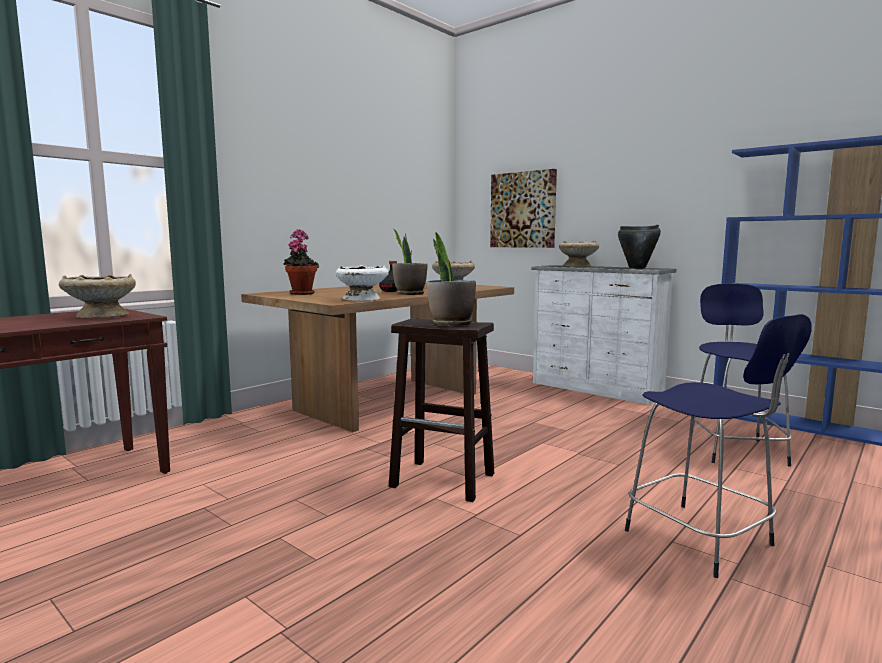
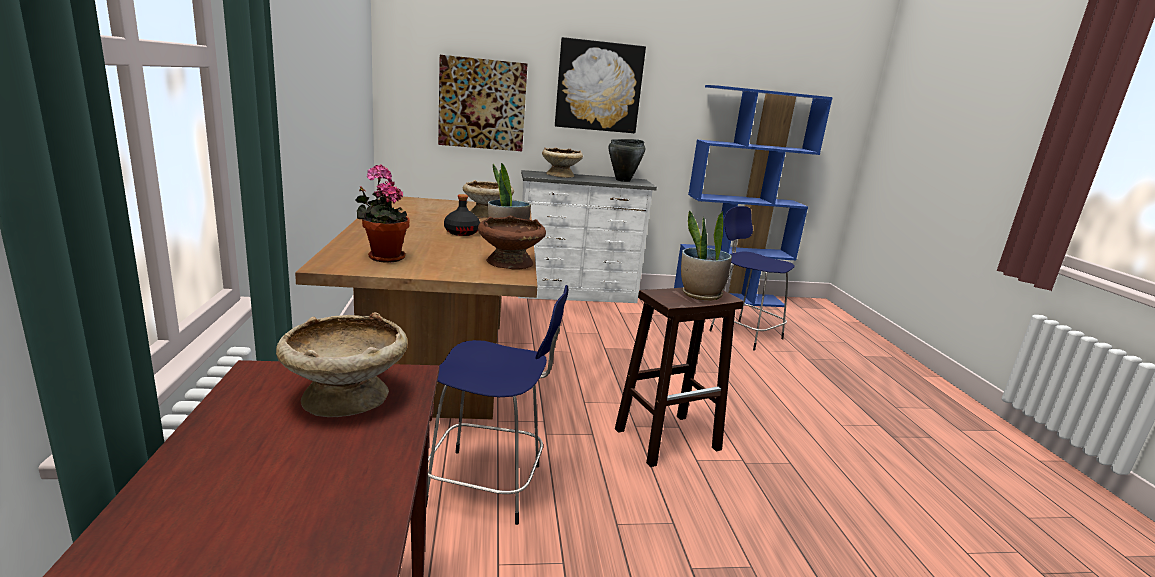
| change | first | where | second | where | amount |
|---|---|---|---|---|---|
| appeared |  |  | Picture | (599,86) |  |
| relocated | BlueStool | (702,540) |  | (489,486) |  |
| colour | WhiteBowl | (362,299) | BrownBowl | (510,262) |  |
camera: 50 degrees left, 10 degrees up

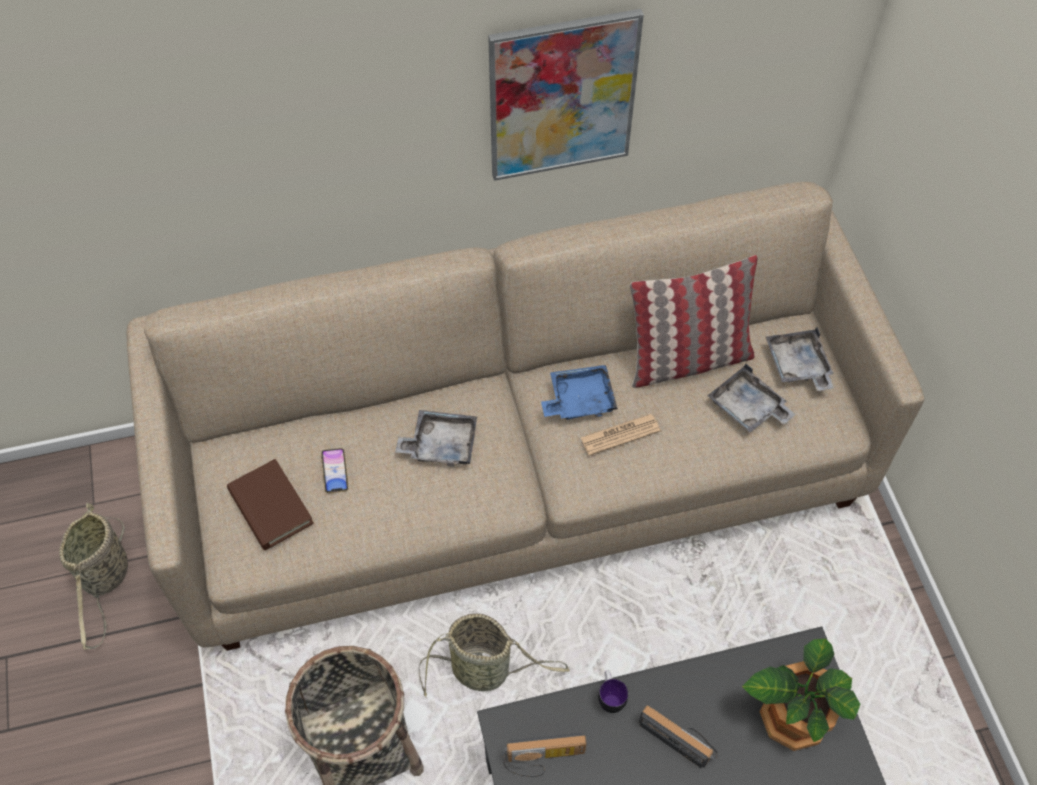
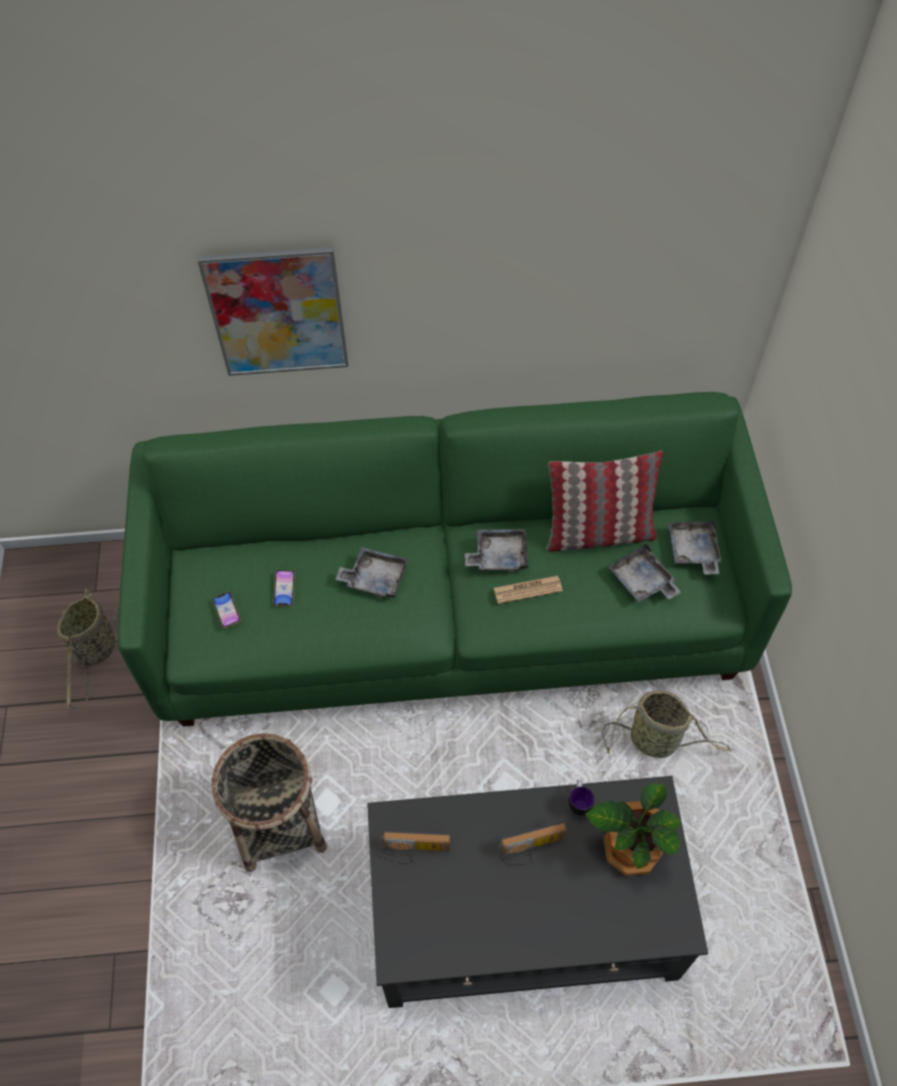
| change | first | where | second | where | amount |
|---|---|---|---|---|---|
| relocated | Basket | (485,670) |  | (657,741) |  |
| relocated | Picture | (562,96) |  | (277,312) |  |
| relocated | Mug | (610,698) |  | (579,803) |  |
| exchanged | BrownBook | (270,507) | Phone | (227,611) |  |
| colour | BeigeSofa | (519,472) | GreenSofa | (450,611) |  |
| colour | BlueTray | (579,400) | GreyTray | (499,556) |  |
| spun | Radio | (679,737) |  | (532,850) | 120 degrees clockwise |
camera: 10 degrees right, 0 degrees up

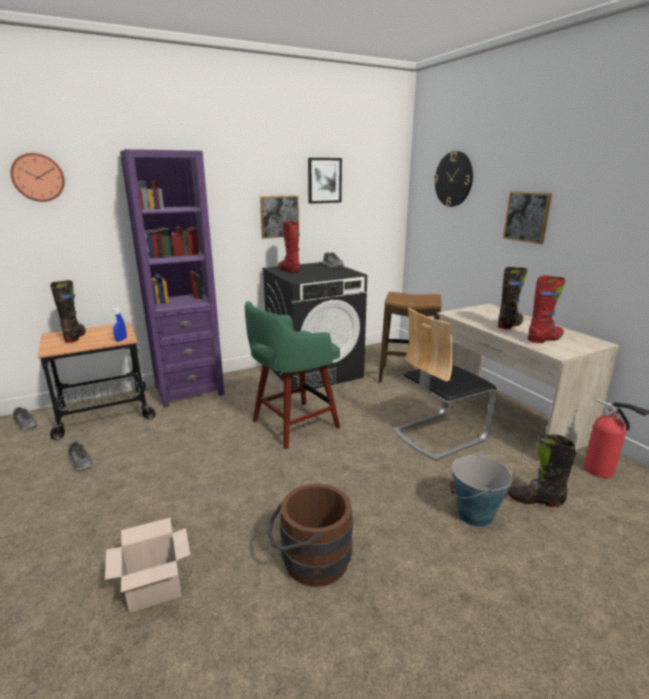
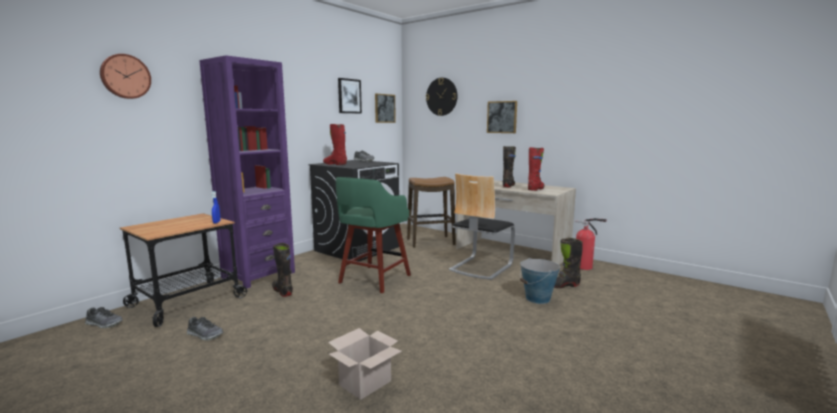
| change | first | where | second | where | amount |
|---|---|---|---|---|---|
| missing | BrownBucket | (309,559) |  |  |  |
| relocated | BlackBoot | (75,337) |  | (282,291) |  |
| relocated | Picture | (279,216) |  | (384,108) |  |
camera: 25 degrees left, 10 degrees down

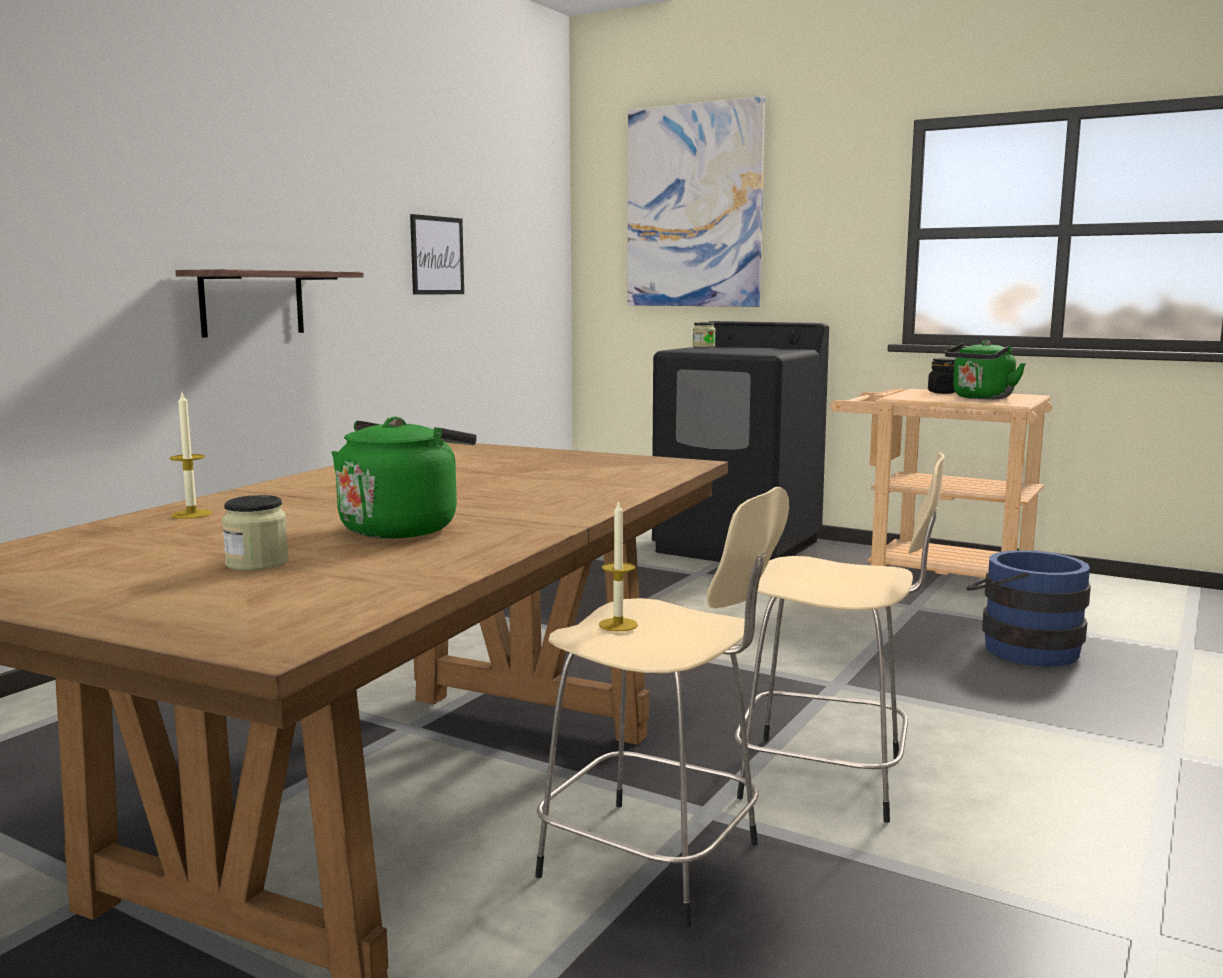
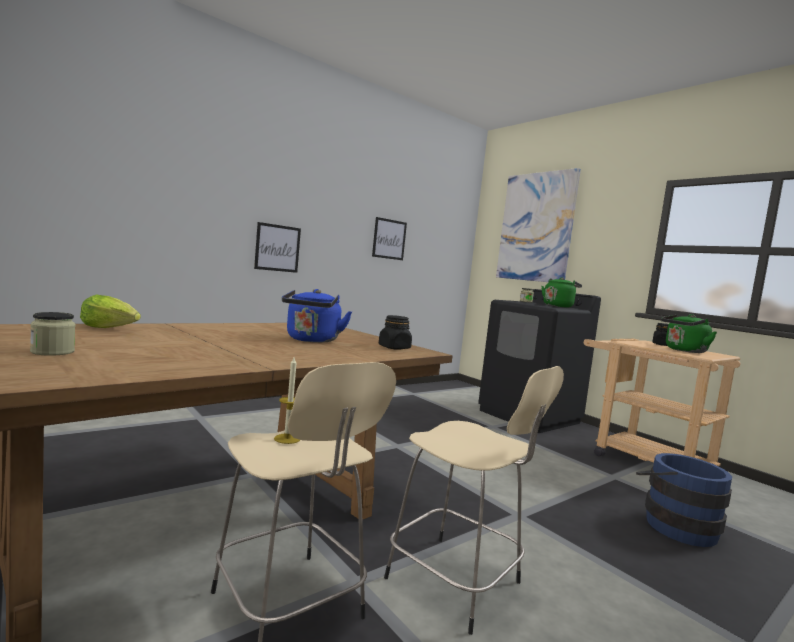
| change | first | where | second | where | amount |
|---|---|---|---|---|---|
| appeared |  |  | BlueKettle | (312,340) |  |
| appeared |  |  | BlackJar | (394,348) |  |
| relocated | GreenKettle | (403,528) |  | (558,306) |  |
| exchanged | Candle | (191,514) | Lettuce | (110,328) |  |
| exchanged | Shelf | (252,303) | Picture | (277,248) |  |
camera: 20 degrees right, 5 degrees down

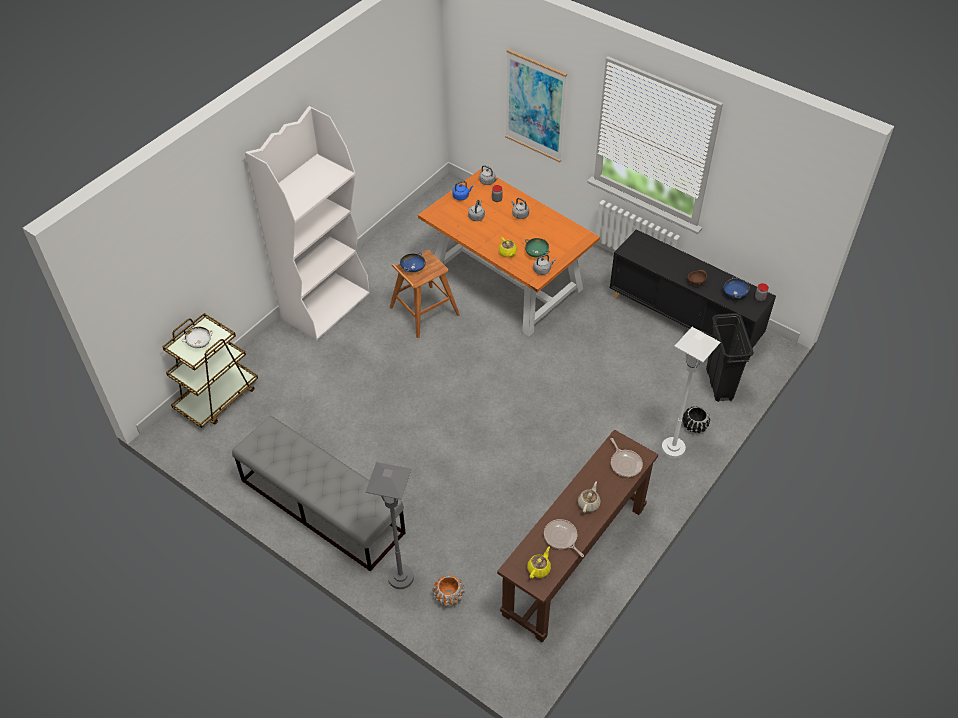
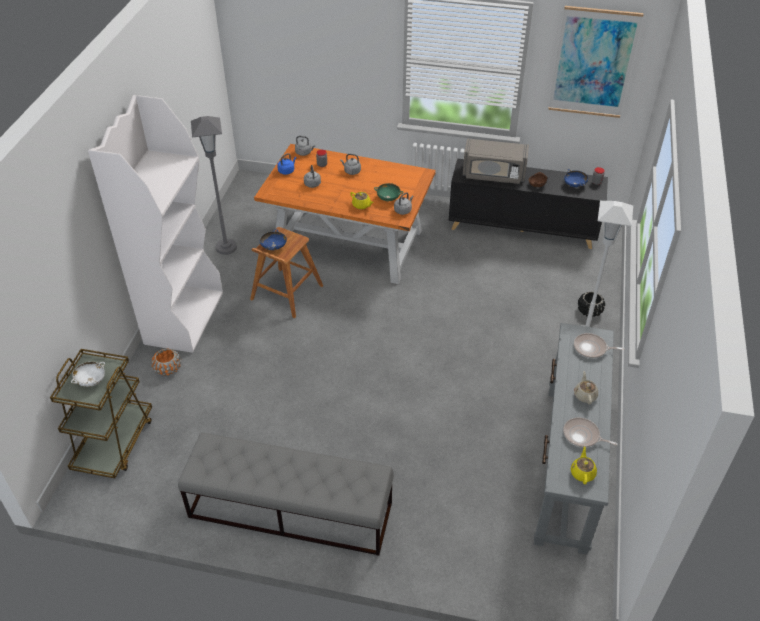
| change | first | where | second | where | amount |
|---|---|---|---|---|---|
| missing | BlackTrashCan | (719,384) |  |  |  |
| appeared |  |  | GreyMicrowave | (493,175) |  |
| relocated | GreyFloorLamp | (400,577) |  | (226,248) |  |
| relocated | OrangePlanter | (448,596) |  | (168,369) |  |
| relocated | Picture | (535,106) |  | (593,63) |  |
| colour | BrownConsoleTable | (574,560) | GreyConsoleTable | (566,465) |  |
| spun | FryingPan | (625,463) |  | (591,348) | 150 degrees clockwise |
camera: 25 degrees left, 5 degrees down

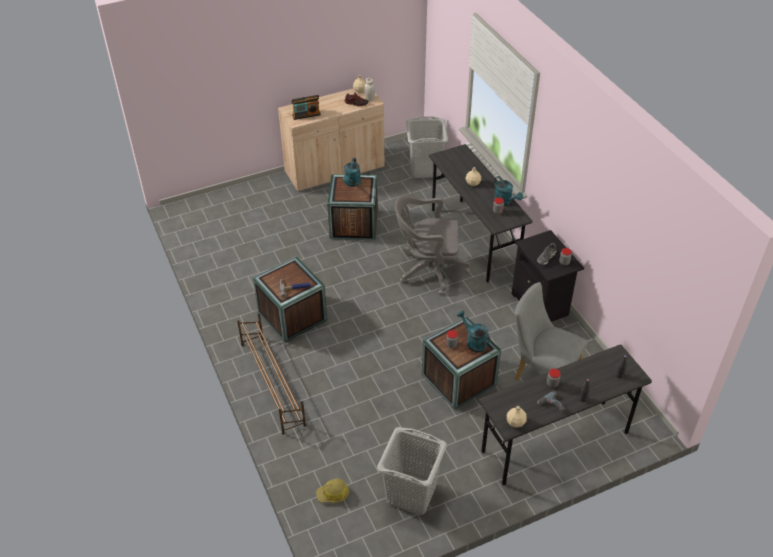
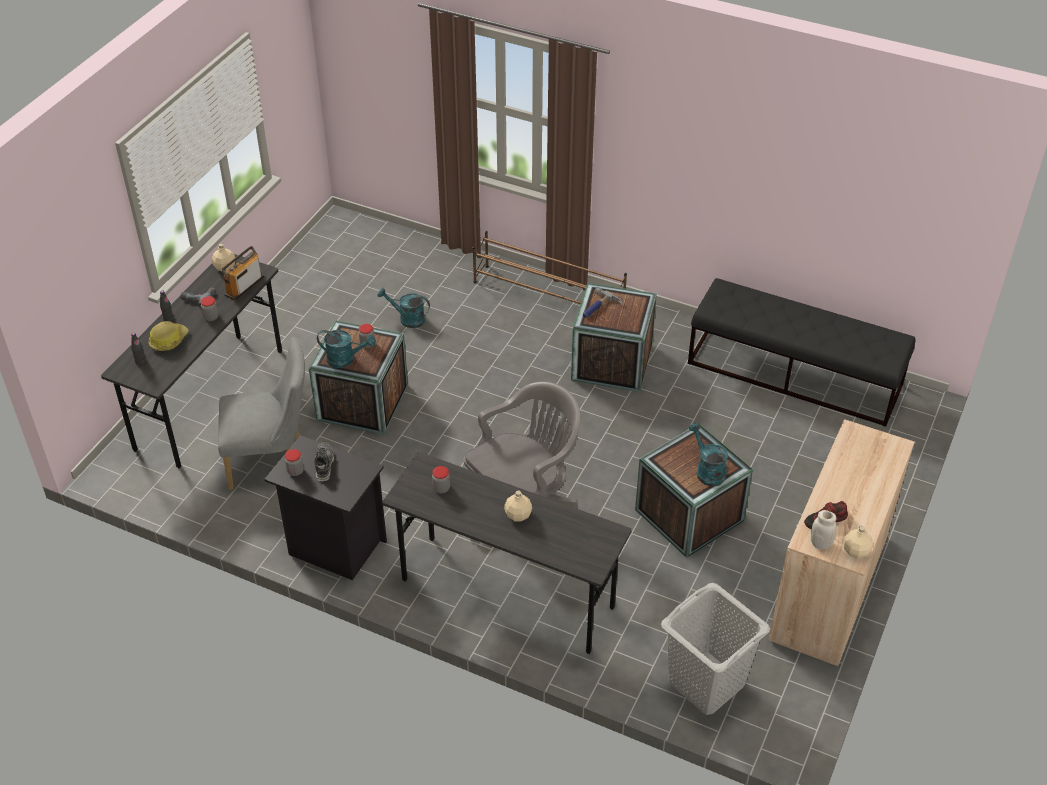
| change | first | where | second | where | amount |
|---|---|---|---|---|---|
| missing | GreyLaundryBasket | (411,493) |  |  |  |
| appeared |  |  | BlackBench | (795,374) |  |
| relocated | Radio | (306,115) |  | (244,286) |  |
| relocated | HardHat | (333,494) |  | (168,340) |  |
| relocated | TurquoiseWateringCan | (505,202) |  | (407,319) |  |
camera: 140 degrees right, 0 degrees up

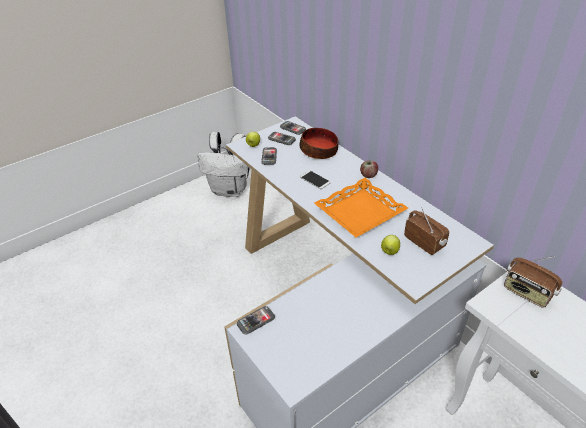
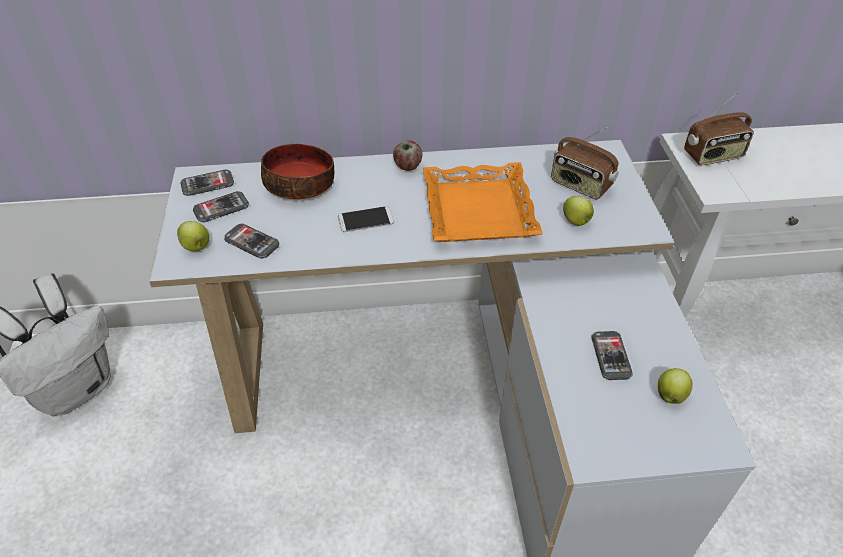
| change | first | where | second | where | amount |
|---|---|---|---|---|---|
| appeared |  |  | Apple | (670,394) |  |
| relocated | Phone | (256,321) |  | (611,356) |  |
| spun | Radio | (424,242) |  | (580,185) | 135 degrees counterclockwise |
camera: 60 degrees left, 5 degrees up

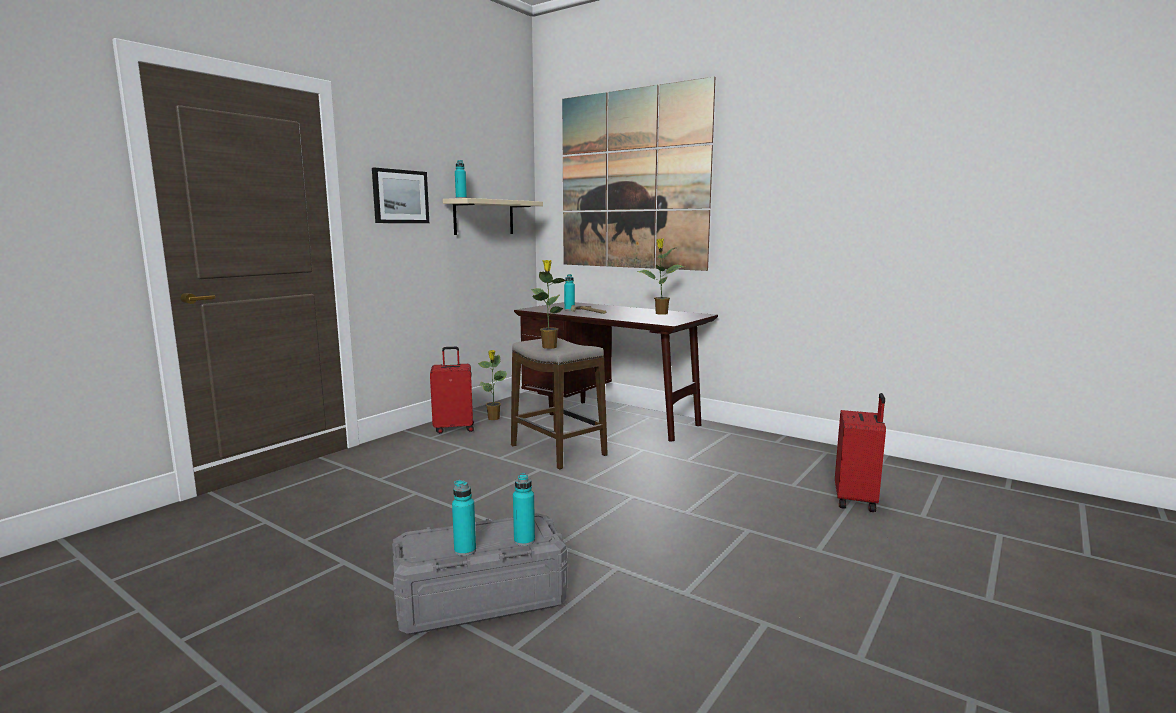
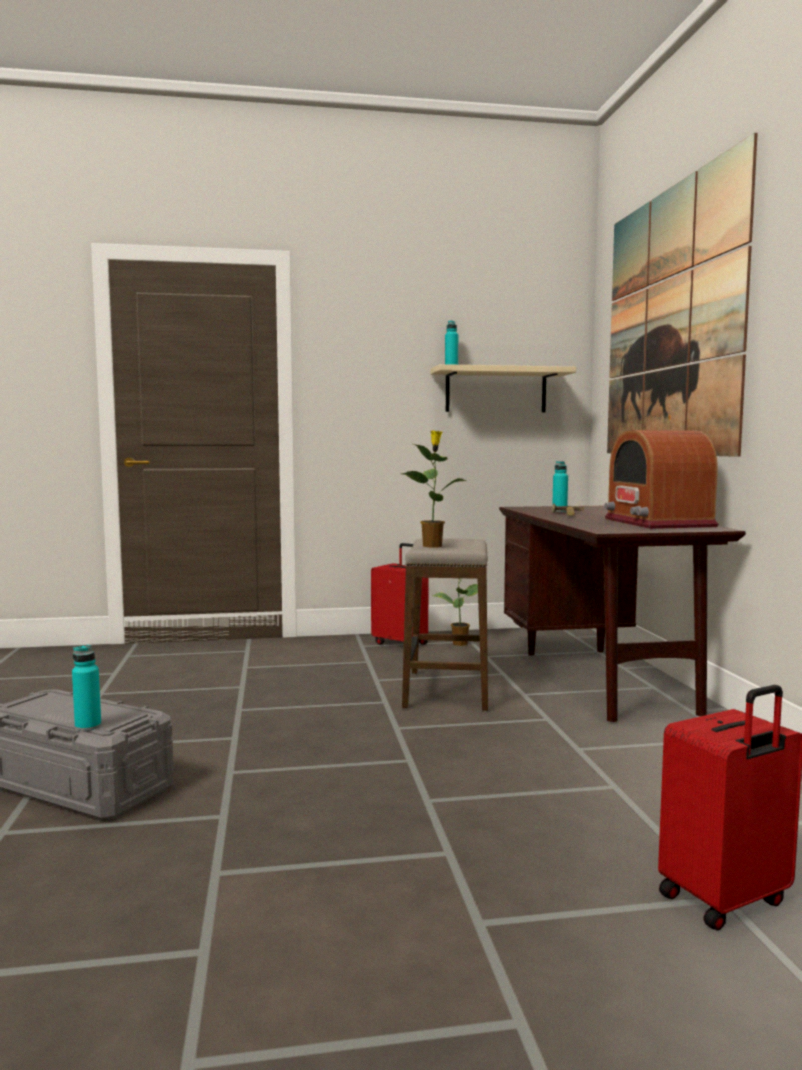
| change | first | where | second | where | amount |
|---|---|---|---|---|---|
| missing | Picture | (400,196) |  |  |  |
| missing | TurquoiseBottle | (465,550) |  |  |  |
| exchanged | PottedPlant | (661,313) | Radio | (657,523) |  |
camera: 45 degrees right, 5 degrees down

